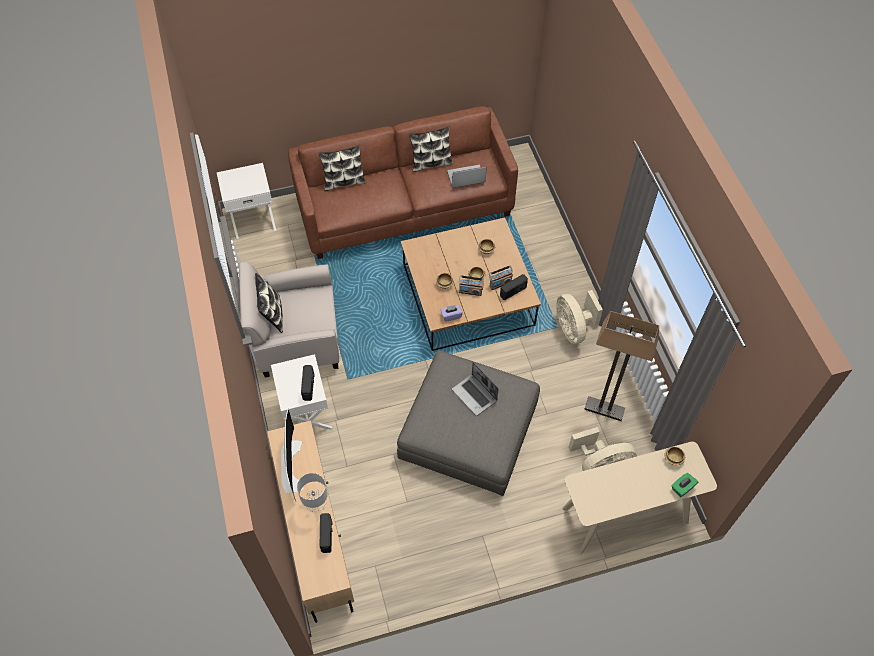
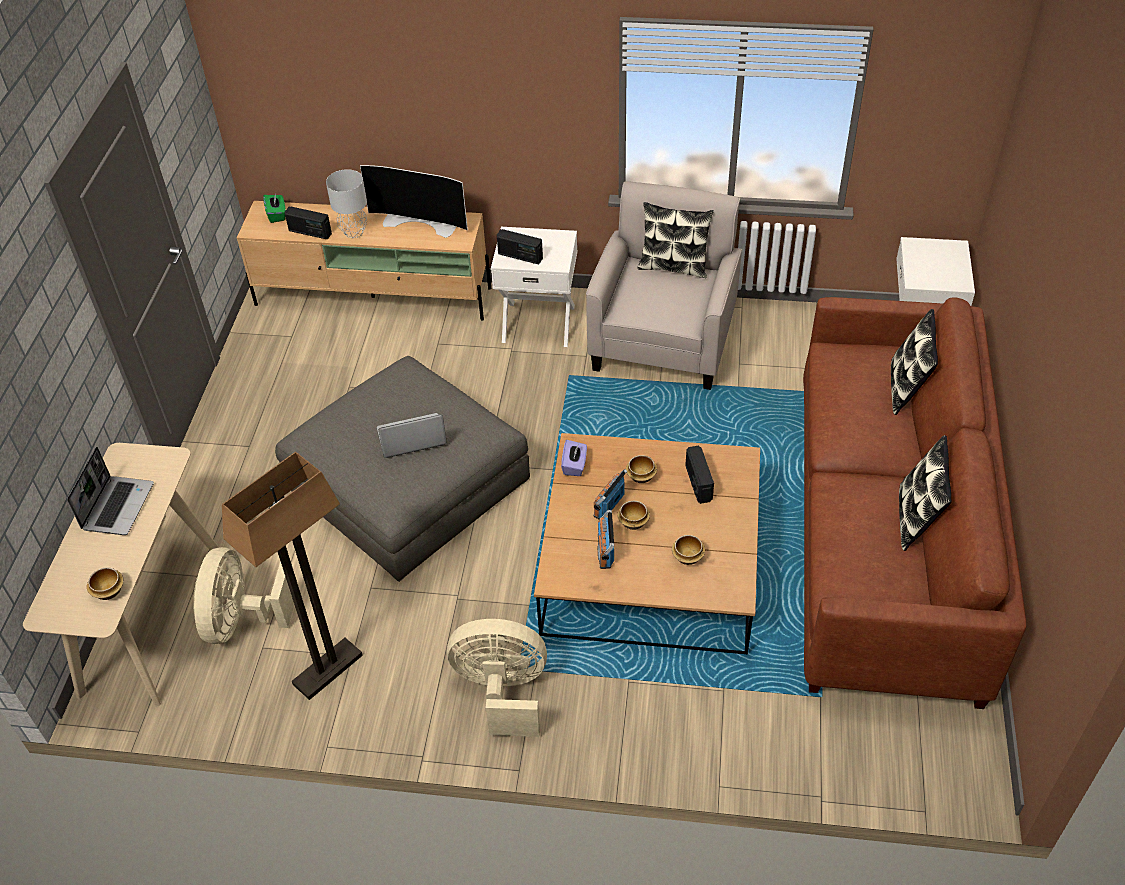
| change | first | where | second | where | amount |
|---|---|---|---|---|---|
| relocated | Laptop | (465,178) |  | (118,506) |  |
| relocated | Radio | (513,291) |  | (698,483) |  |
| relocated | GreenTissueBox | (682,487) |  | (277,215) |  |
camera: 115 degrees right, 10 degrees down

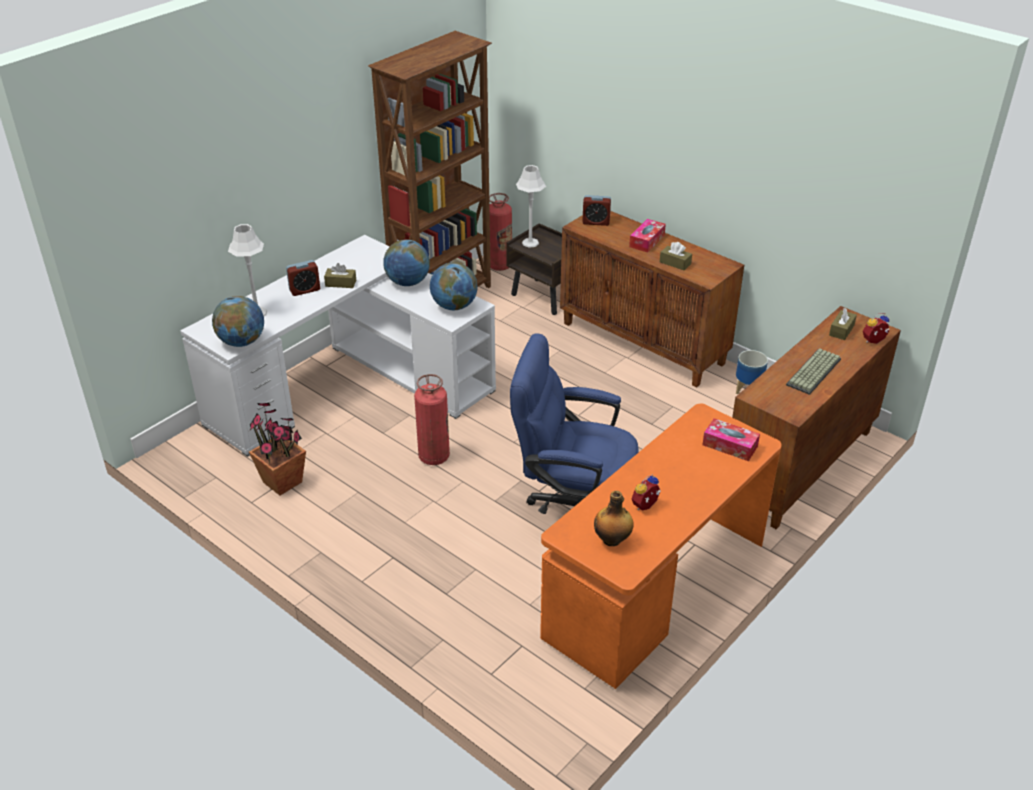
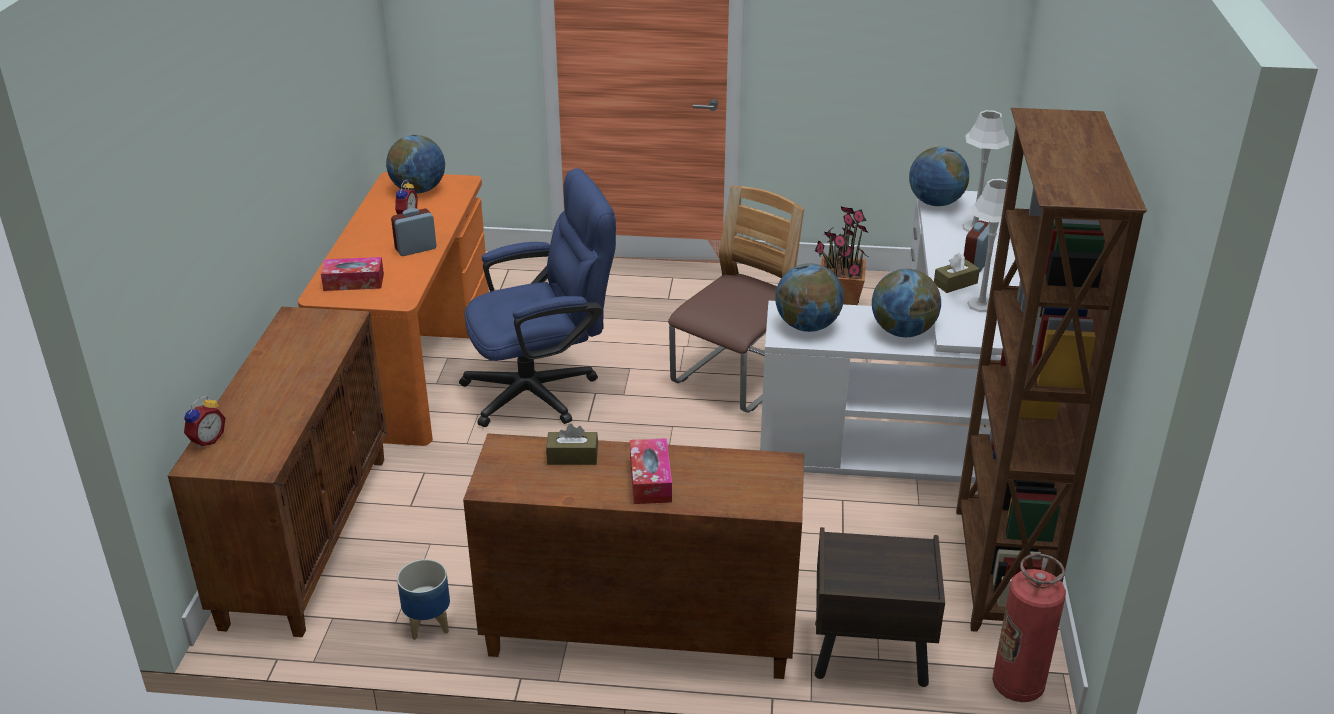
| change | first | where | second | where | amount |
|---|---|---|---|---|---|
| missing | Keyboard | (814,373) |  |  |  |
| missing | BrownTissueBox | (841,330) |  |  |  |
| relocated | GreyTableLamp | (530,243) |  | (981,305) |  |
| relocated | AlarmClock | (596,222) |  | (416,249) |  |
| exchanged | FireExtinguisher | (434,456) | Chair | (735,379) |  |
| exchanged | Bottle | (612,540) | Globe | (418,190) |  |
camera: 145 degrees right, 5 degrees down

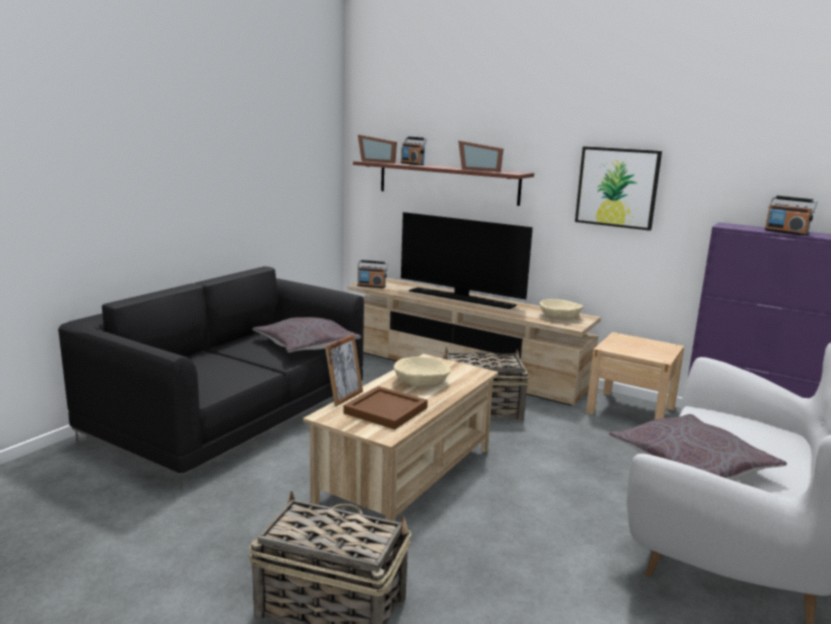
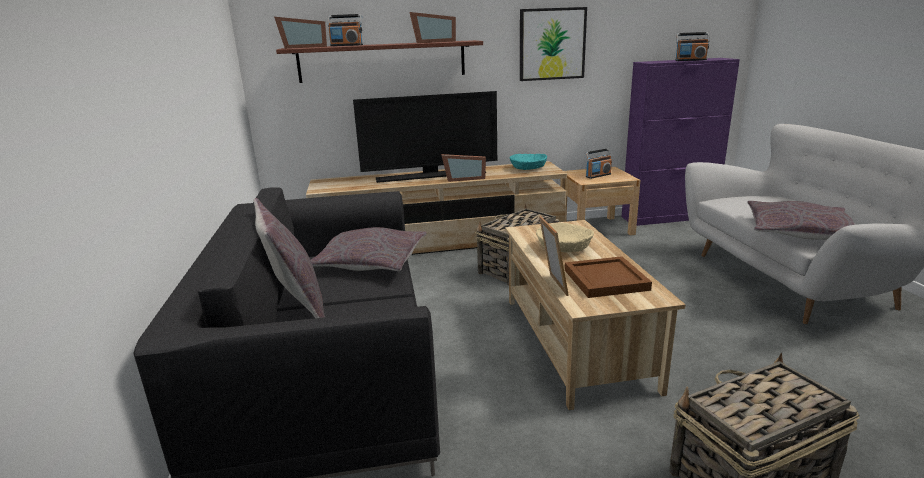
| change | first | where | second | where | amount |
|---|---|---|---|---|---|
| appeared |  |  | GreyPillow | (297,310) |  |
| appeared |  |  | PictureFrame | (463,178) |  |
| relocated | Radio | (371,286) |  | (598,175) |  |
| colour | BeigeBowl | (559,316) | TurquoiseBowl | (528,168) |  |
camera: 40 degrees left, 5 degrees up

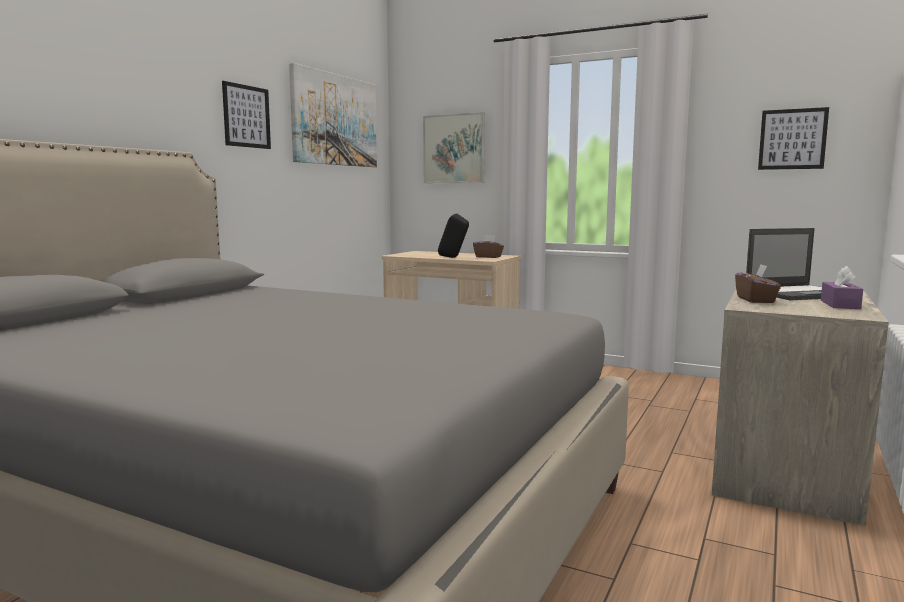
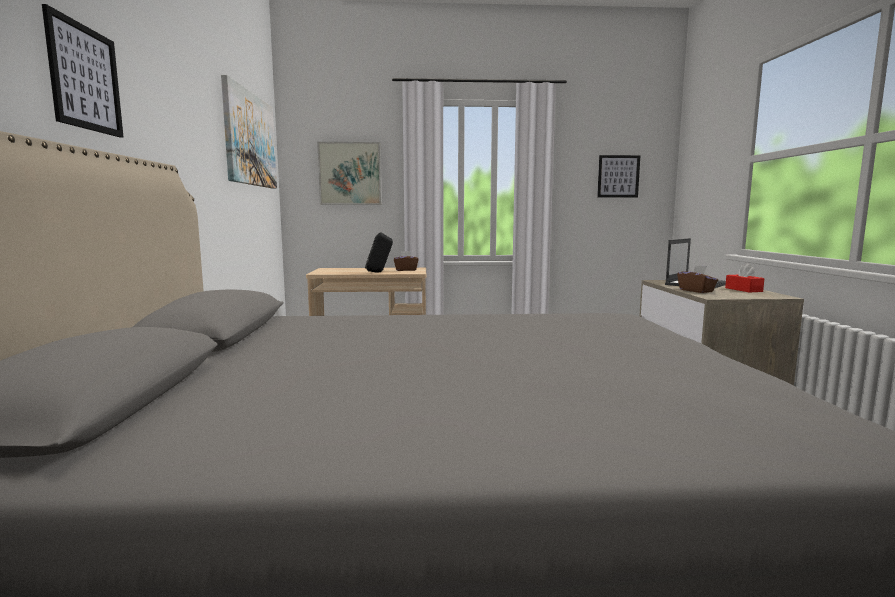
| change | first | where | second | where | amount |
|---|---|---|---|---|---|
| relocated | Picture | (246,116) |  | (85,78) |  |
| colour | PurpleTissueBox | (840,305) | RedTissueBox | (743,289) |  |
camera: 30 degrees left, 0 degrees up

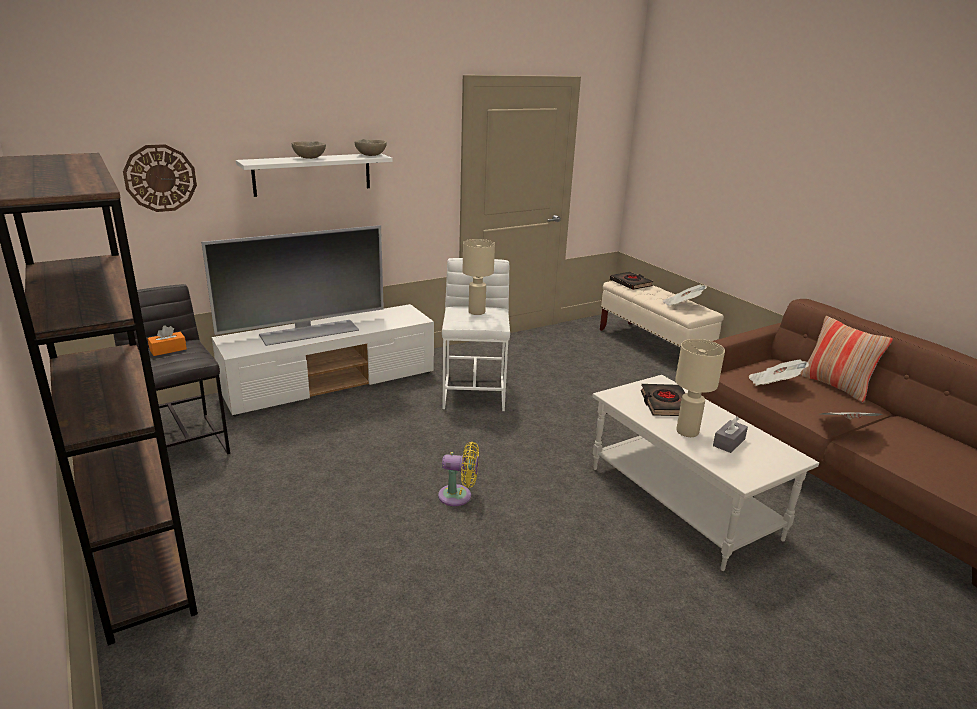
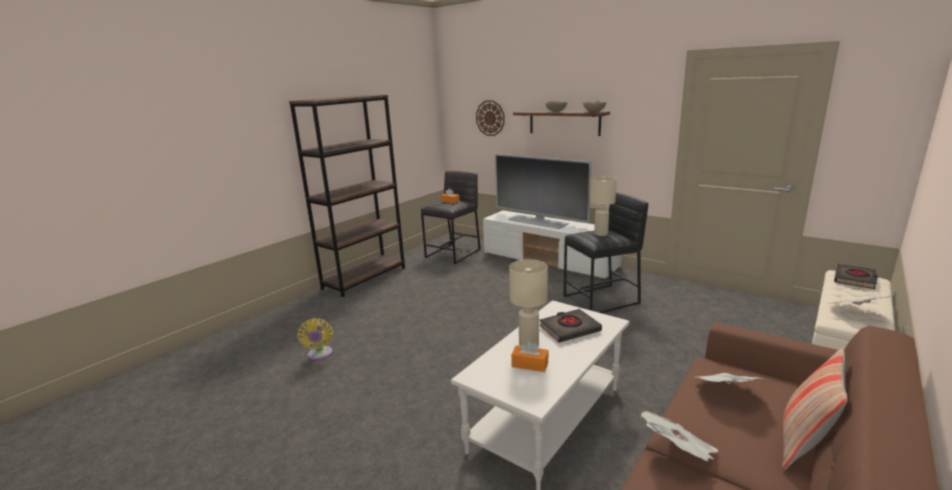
| change | first | where | second | where | amount |
|---|---|---|---|---|---|
| relocated | YellowFan | (458,496) |  | (320,355) |  |
| colour | WhiteShelf | (312,174) | BrownShelf | (564,122) |  |
| colour | WhiteStool | (475,392) | BlackStool | (602,299) |  |
| colour | GreyTissueBox | (729,442) | OrangeTissueBox | (530,364) |  |
camera: 70 degrees right, 5 degrees down

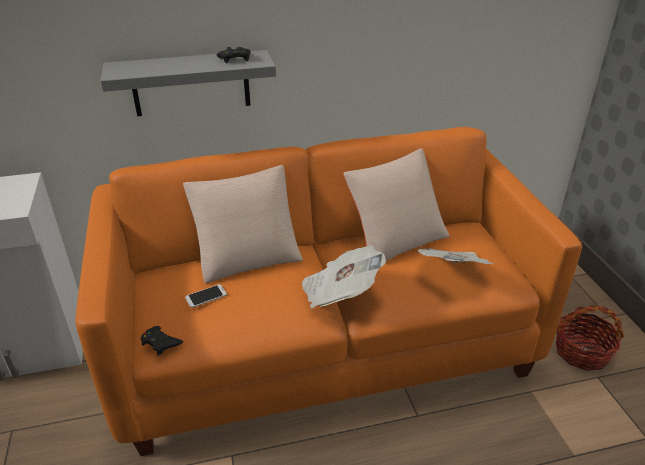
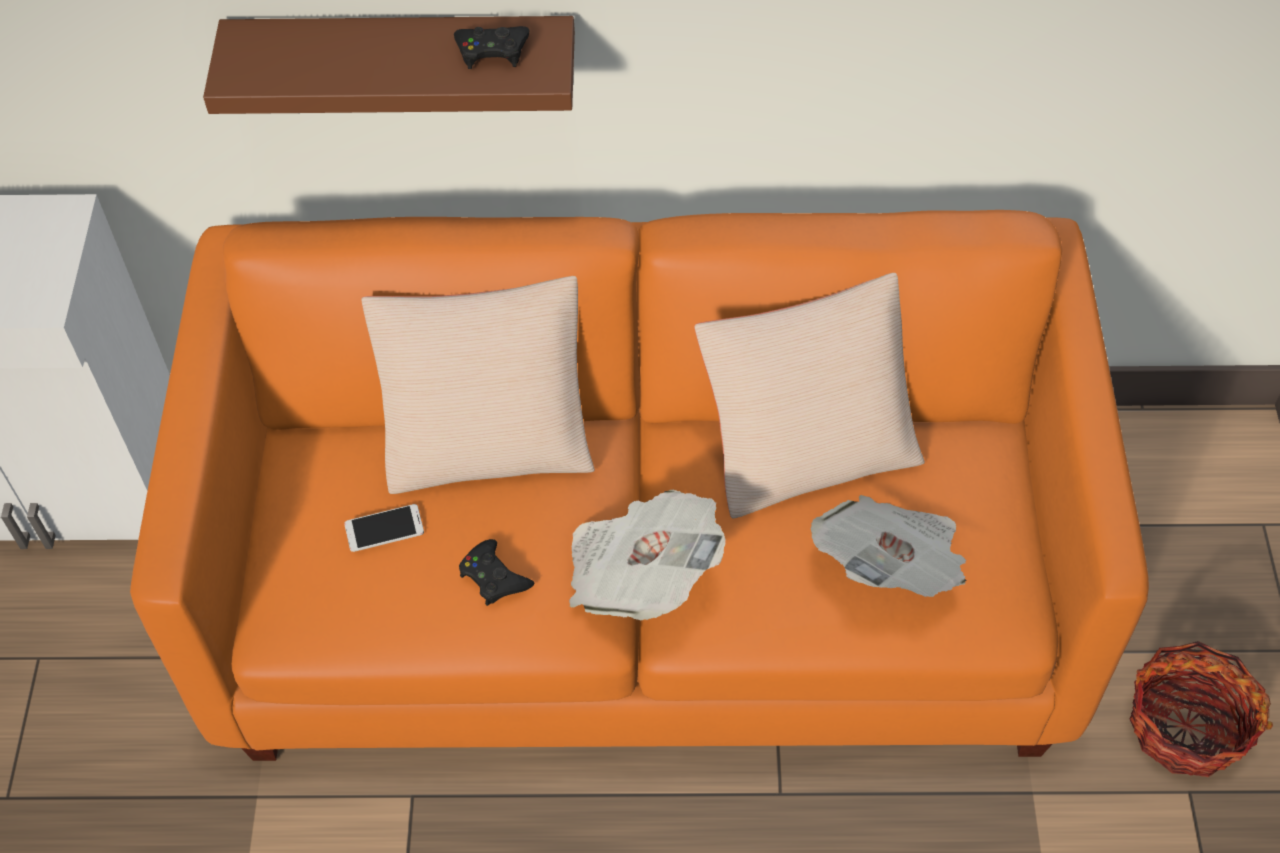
| change | first | where | second | where | amount |
|---|---|---|---|---|---|
| relocated | BlackGameController | (160,343) |  | (494,577) |  |
| colour | GreyShelf | (191,83) | BrownShelf | (404,64) |  |
camera: 15 degrees right, 20 degrees up

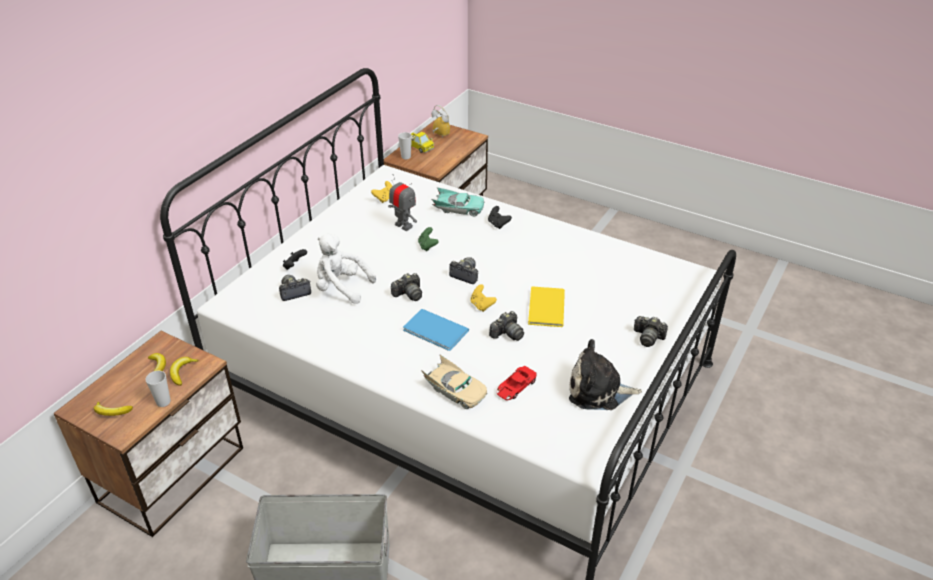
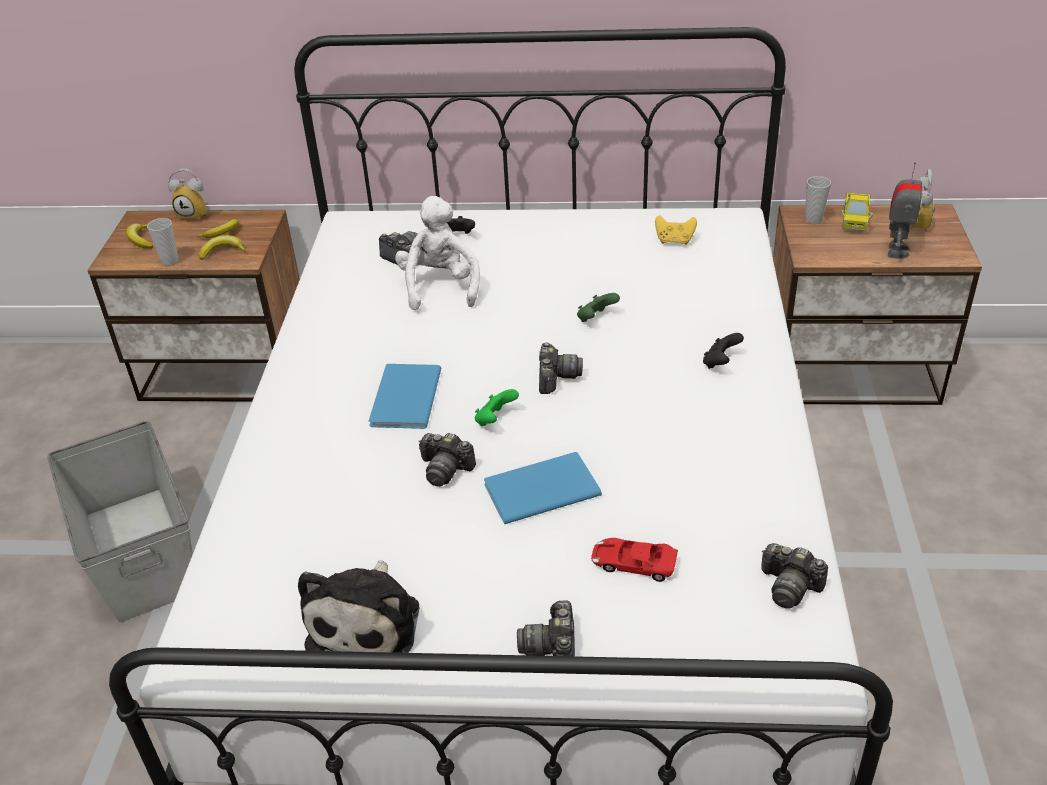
| change | first | where | second | where | amount |
|---|---|---|---|---|---|
| missing | BeigeToyCar | (455,390) |  |  |  |
| missing | TurquoiseToyCar | (458,209) |  |  |  |
| appeared |  |  | AlarmClock | (195,214) |  |
| relocated | ToyRobot | (403,226) |  | (896,251) |  |
| relocated | PhotoCamera | (408,294) |  | (789,586) |  |
| relocated | RedToyCar | (515,387) |  | (633,563) |  |
| colour | YellowGameController | (482,305) | GreenGameController | (495,420) |  |
| colour | YellowBook | (544,308) | BlueBook | (538,489) |  |
| spun | PlushToy | (598,390) |  | (368,621) | 150 degrees counterclockwise |
camera: 65 degrees right, 0 degrees up

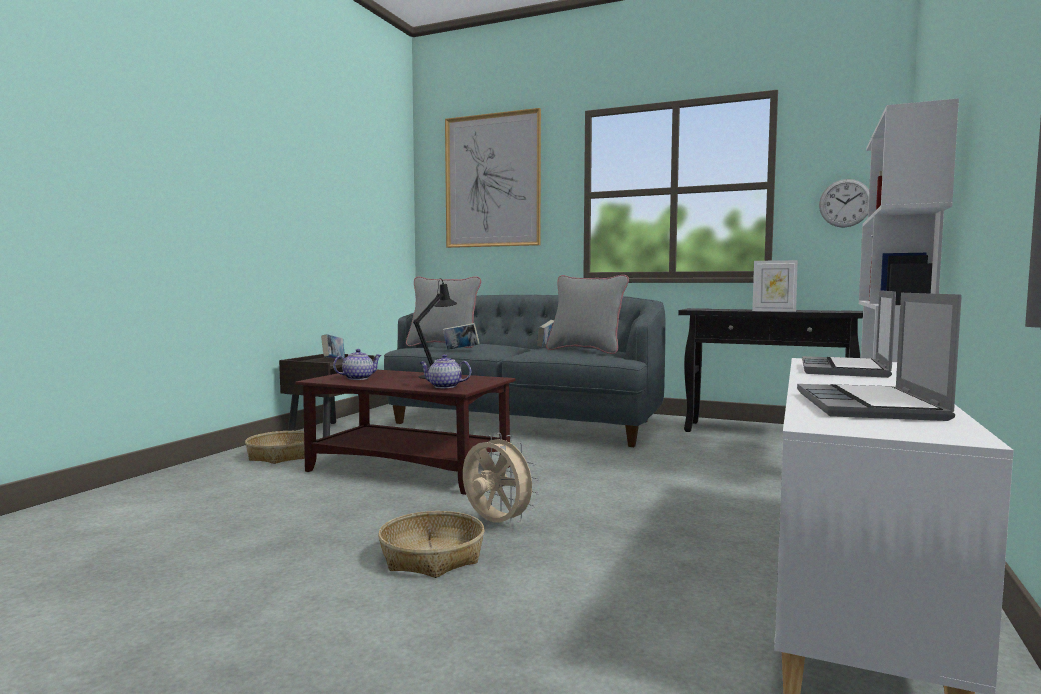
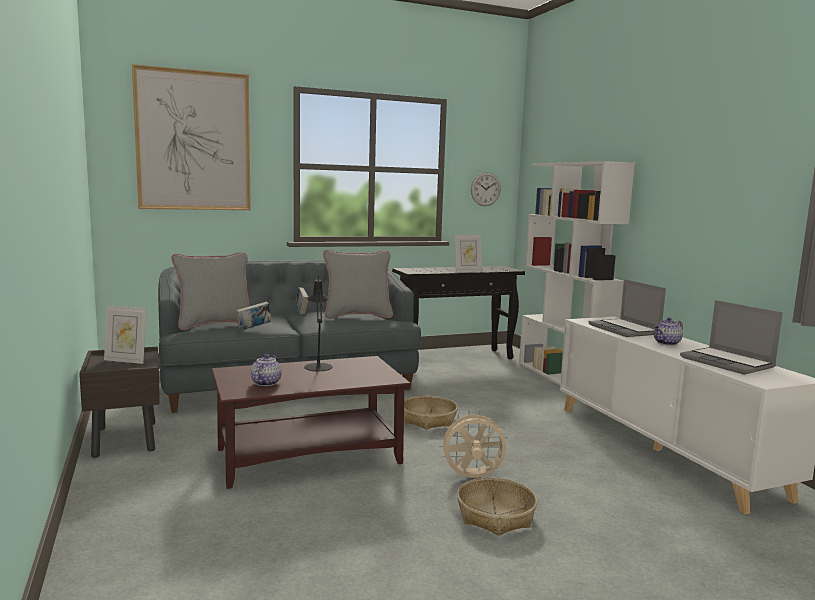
| change | first | where | second | where | amount |
|---|---|---|---|---|---|
| relocated | Basket | (281,455) |  | (428,419) |  |
| relocated | Teapot | (444,386) |  | (667,343) |  |
| exchanged | Book | (333,360) | PictureFrame | (126,360) |  |
camera: 45 degrees left, 5 degrees up

